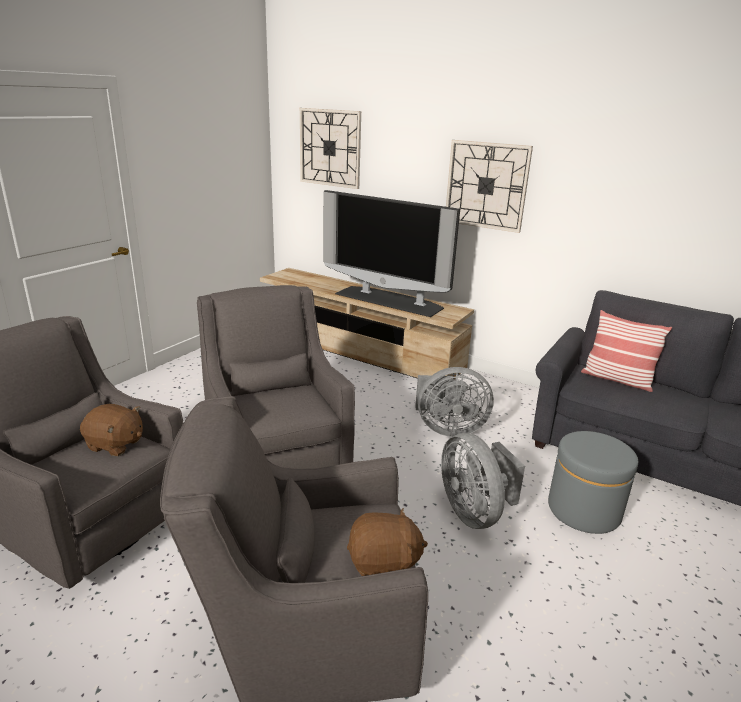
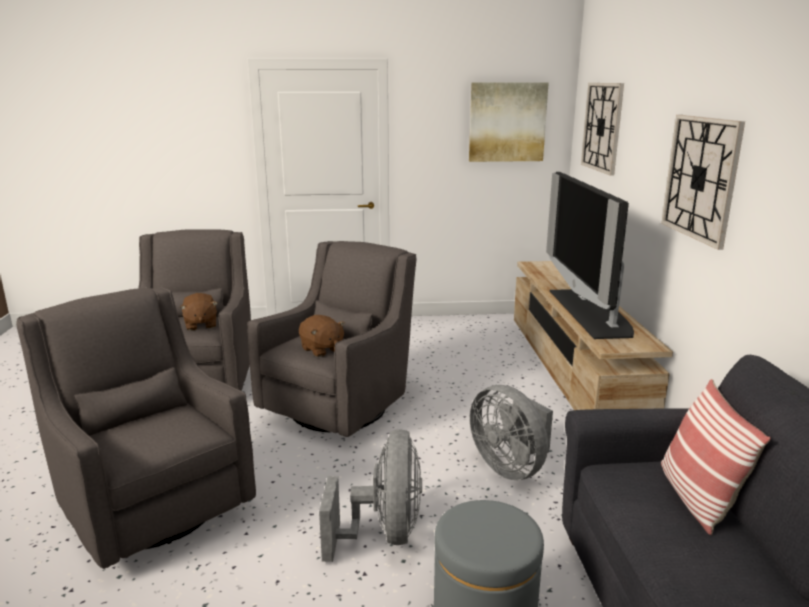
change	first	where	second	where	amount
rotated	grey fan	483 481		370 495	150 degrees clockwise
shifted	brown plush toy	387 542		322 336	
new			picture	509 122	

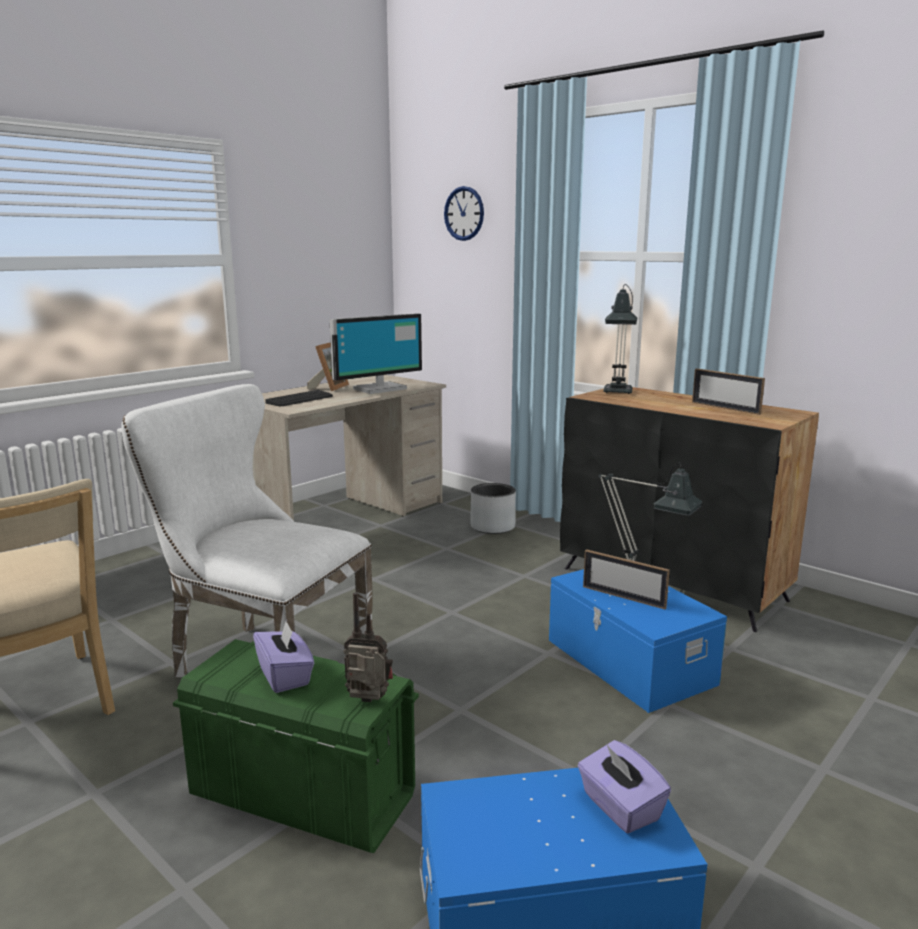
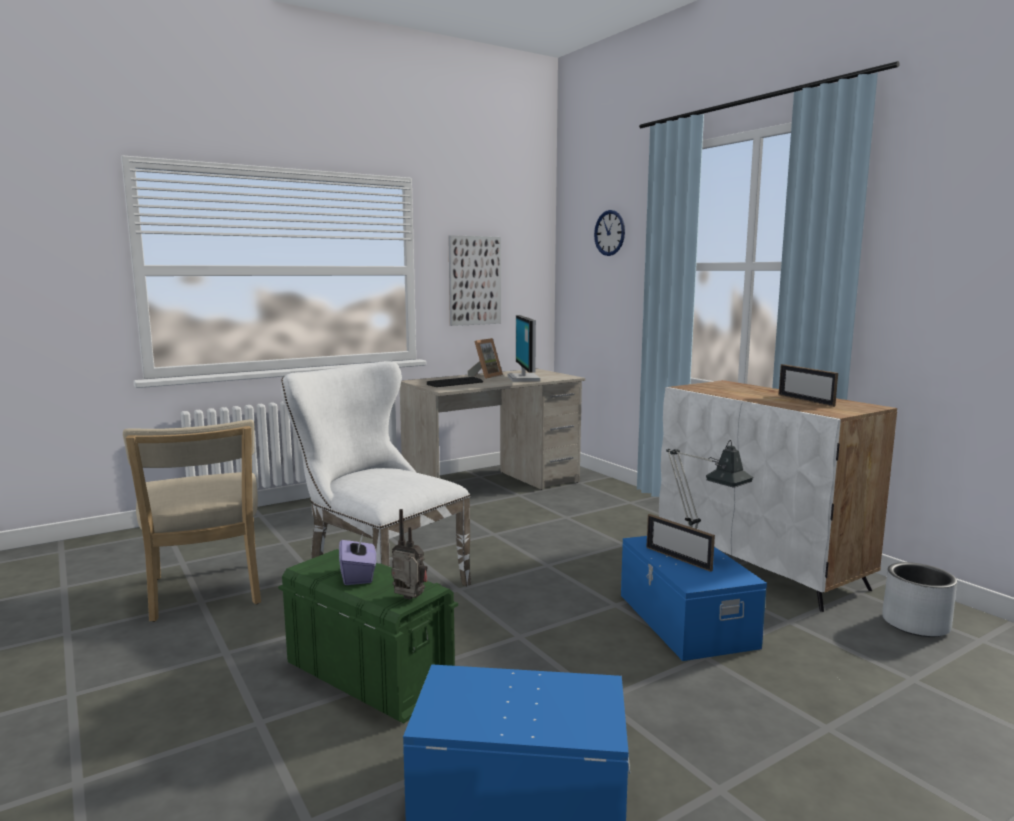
change	first	where	second	where	amount
gone	table lamp	620 339			
rotated	monitor	376 353		523 348	105 degrees clockwise
repainted	black cabinet	689 509	white cabinet	778 496	
shifted	grey planter	493 508		919 599	
gone	purple tissue box	624 786			
new			picture	474 280	

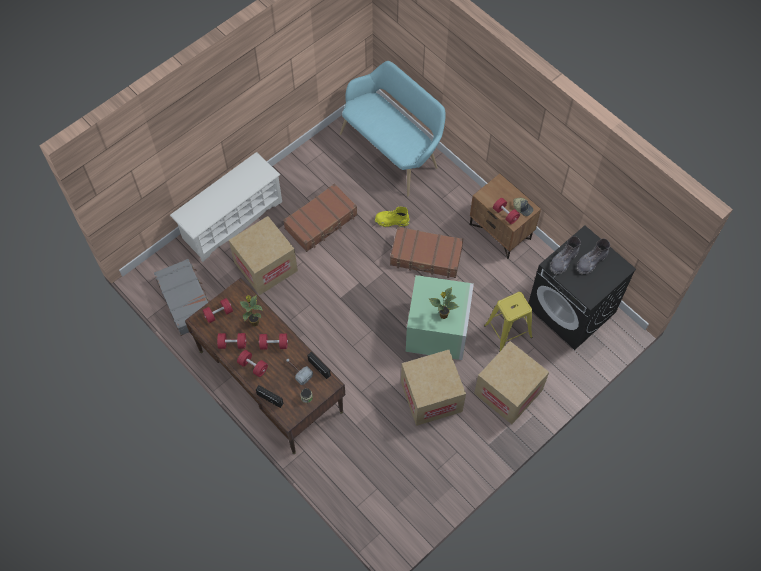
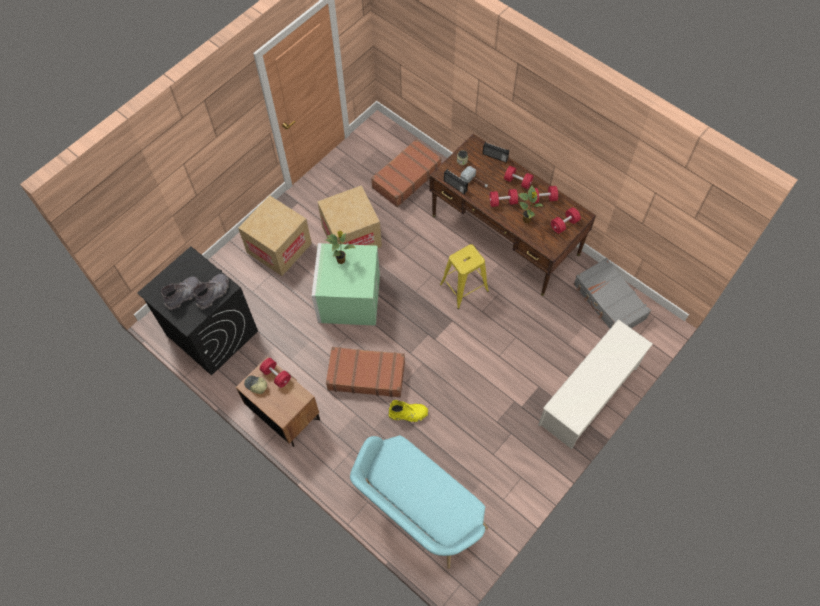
change	first	where	second	where	amount
shifted	brown suitcase	320 217		406 173	
gone	cardboard box	263 255			
shifted	yellow stool	508 322		464 276	

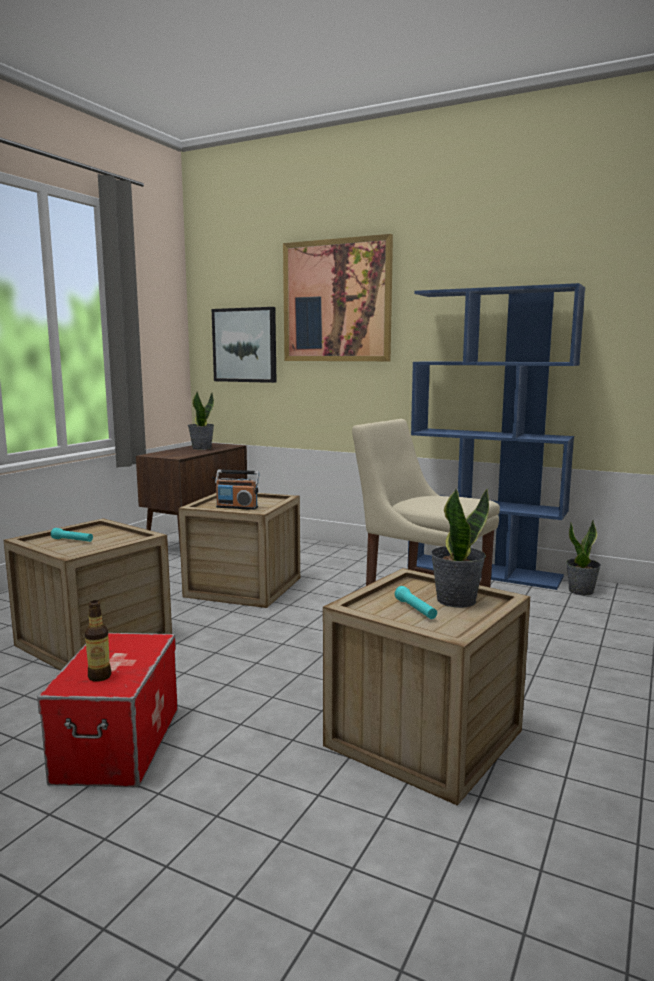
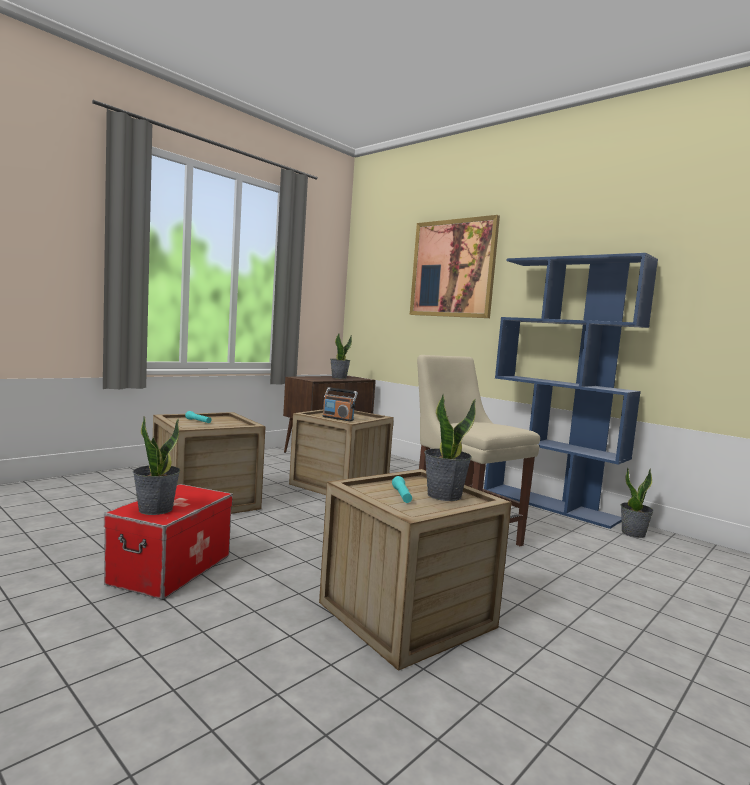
change	first	where	second	where	amount
gone	picture	244 345			
swapped	bottle	98 641	potted plant	156 465	

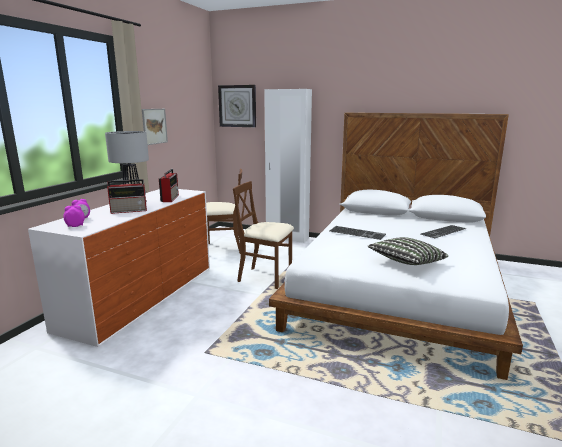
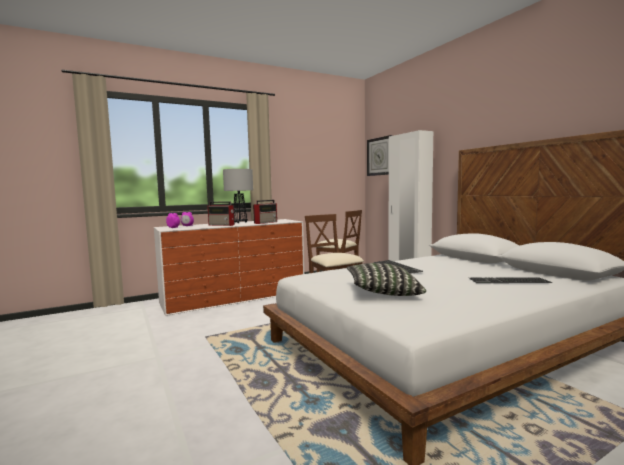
change	first	where	second	where	amount
gone	picture	155 127			

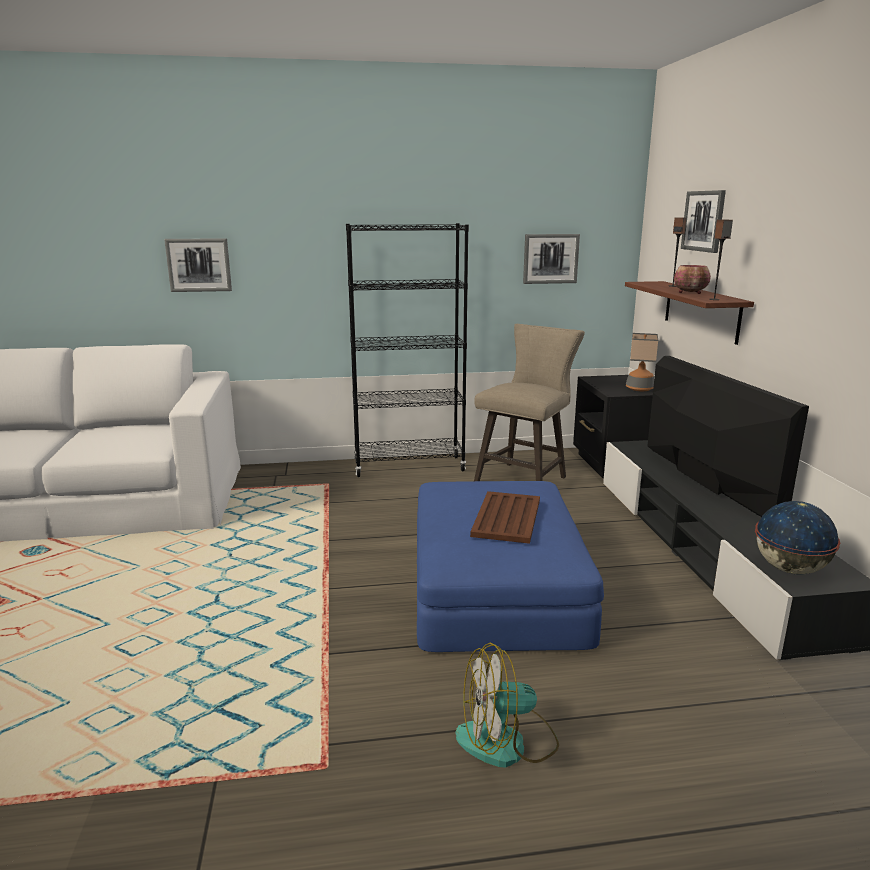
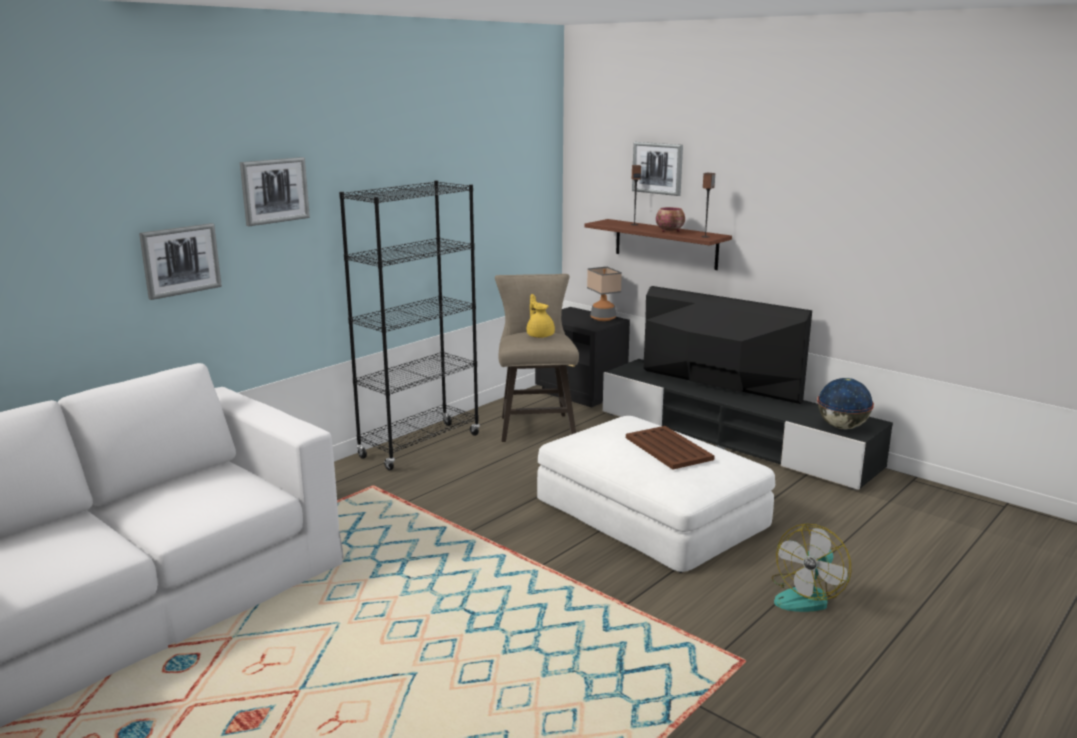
change	first	where	second	where	amount
shifted	picture	551 259		275 191	
repainted	blue ottoman	510 566	white ottoman	656 494	
new			yellow teapot	541 316	

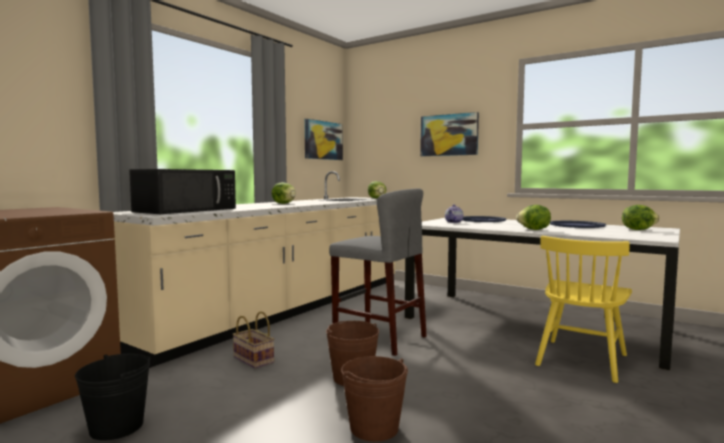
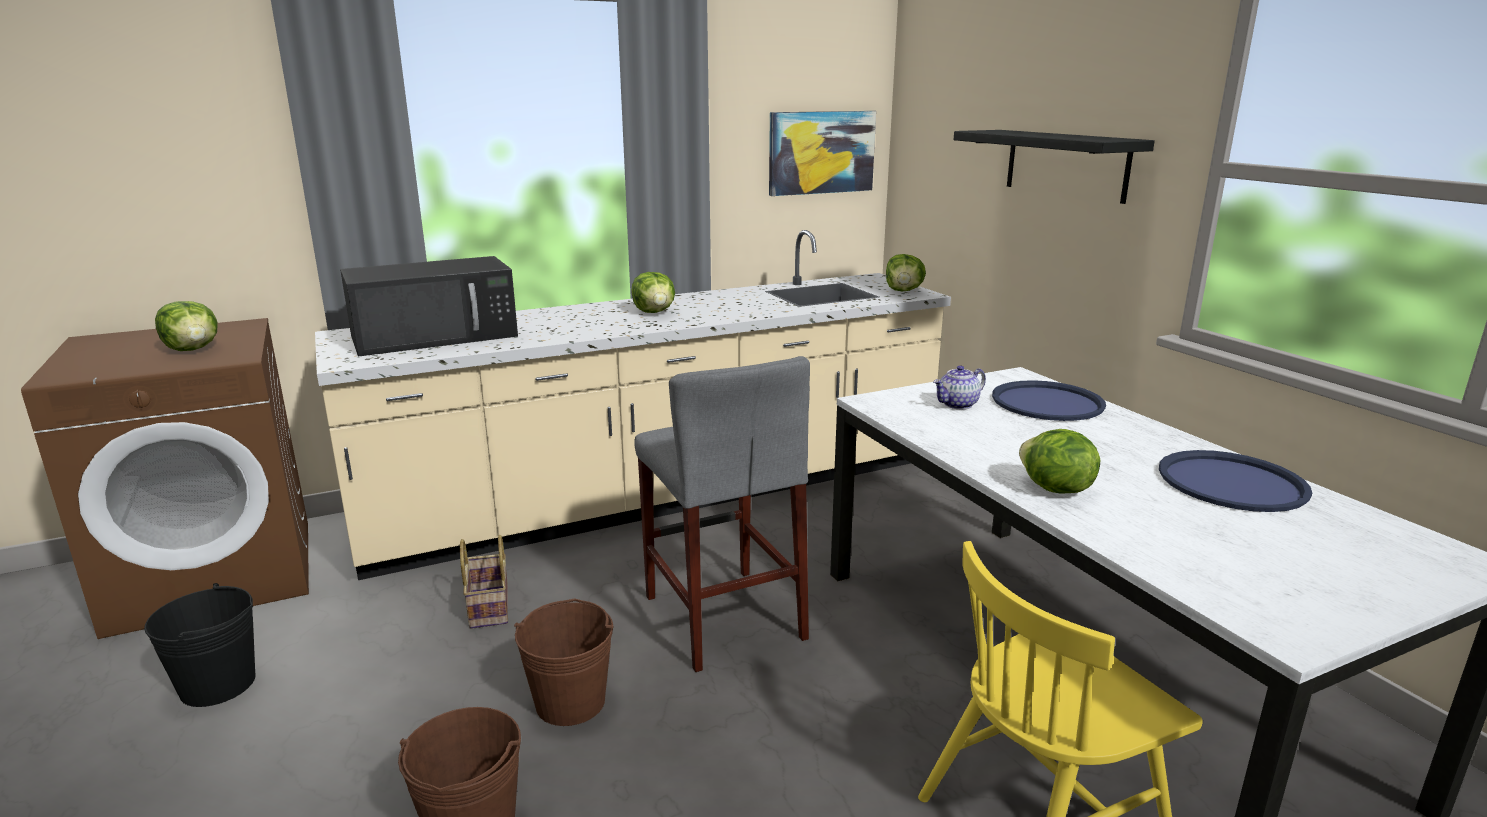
change	first	where	second	where	amount
swapped	picture	449 134	black shelf	1054 167	
shifted	lettuce	641 217		186 326	

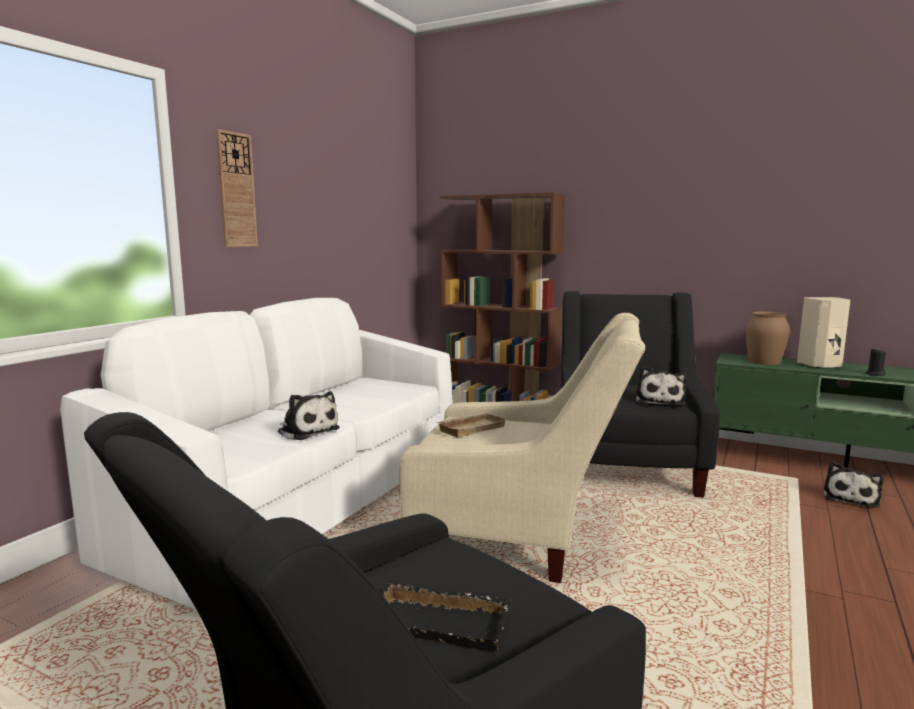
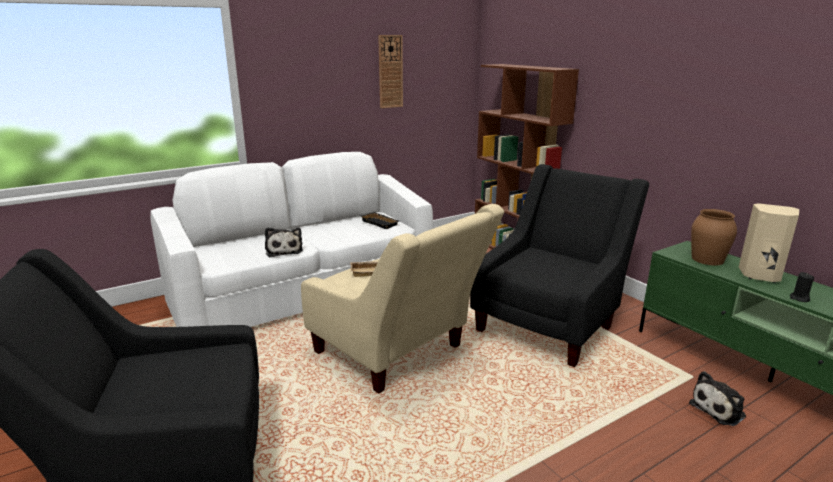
change	first	where	second	where	amount
shifted	wall clock	237 188		390 71	
gone	plush toy	661 385			
shifted	black tray	445 616		380 220	

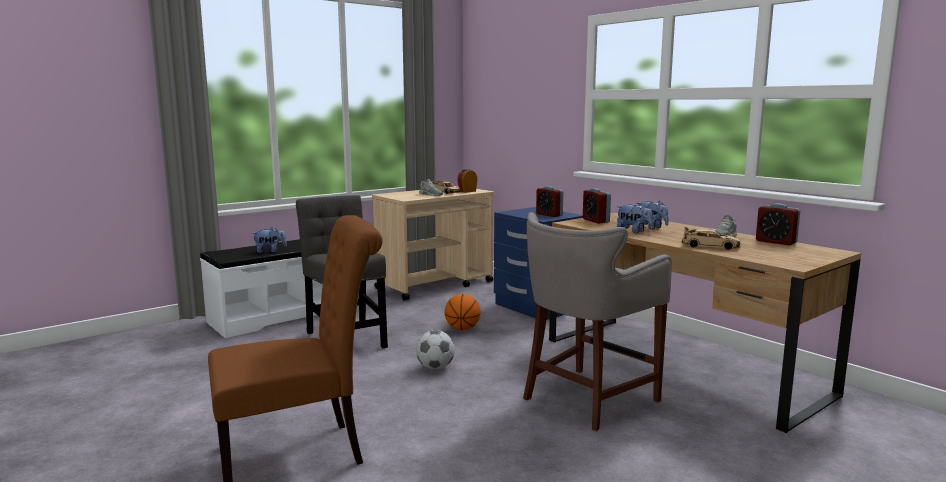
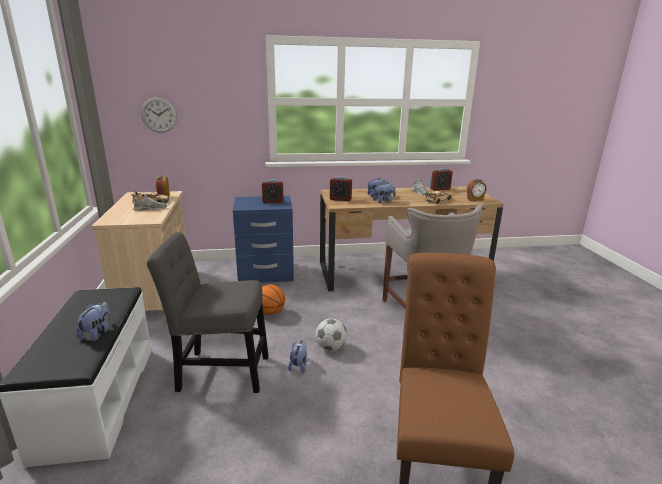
change	first	where	second	where	amount
new			wall clock	159 115	
new			alarm clock	477 190	
new			plush toy	297 356	

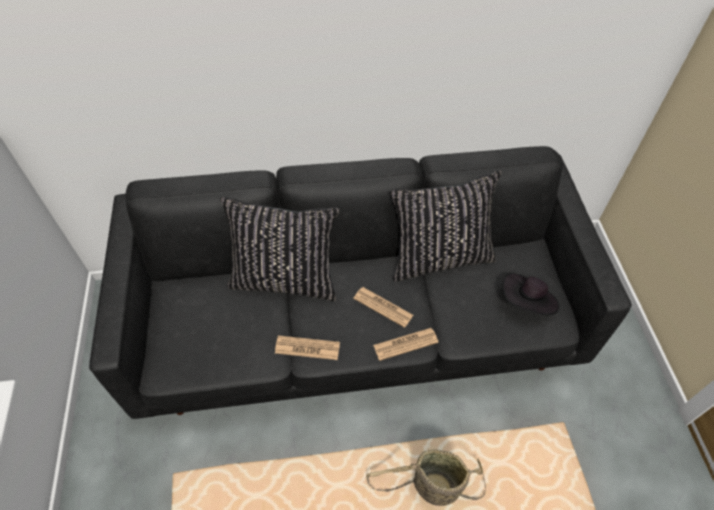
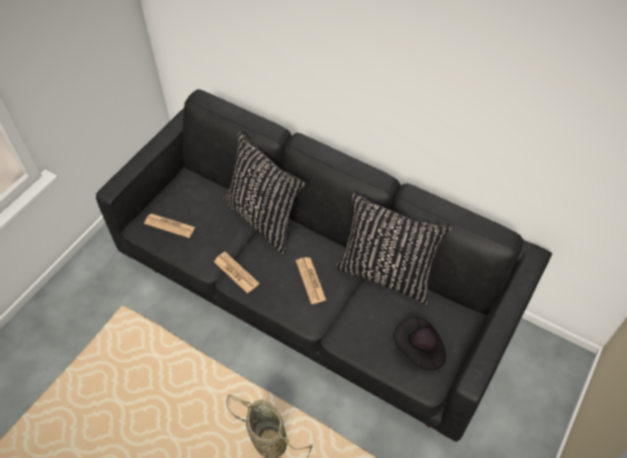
change	first	where	second	where	amount
shifted	newspaper	406 344		169 226	

